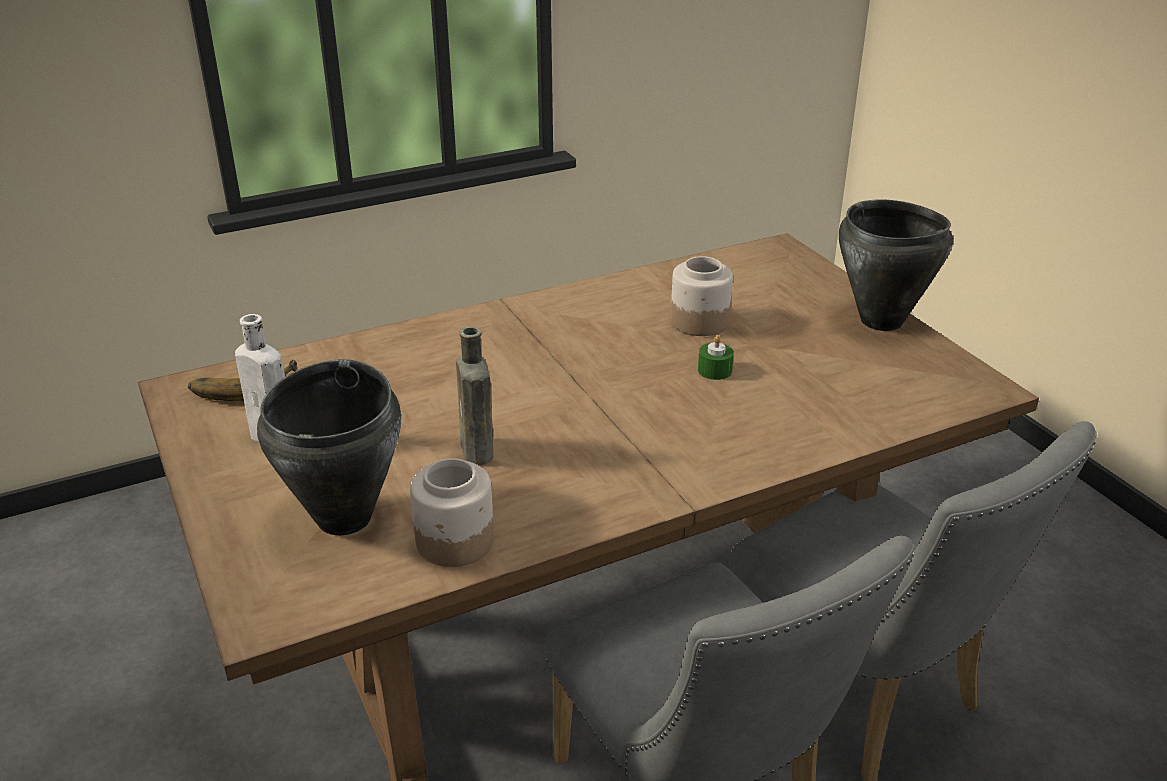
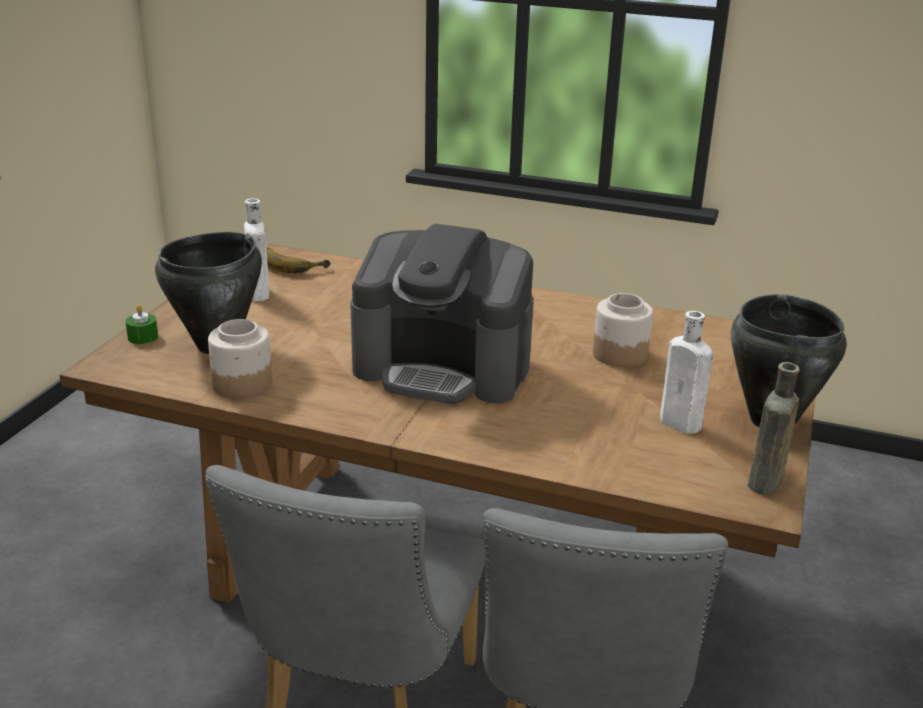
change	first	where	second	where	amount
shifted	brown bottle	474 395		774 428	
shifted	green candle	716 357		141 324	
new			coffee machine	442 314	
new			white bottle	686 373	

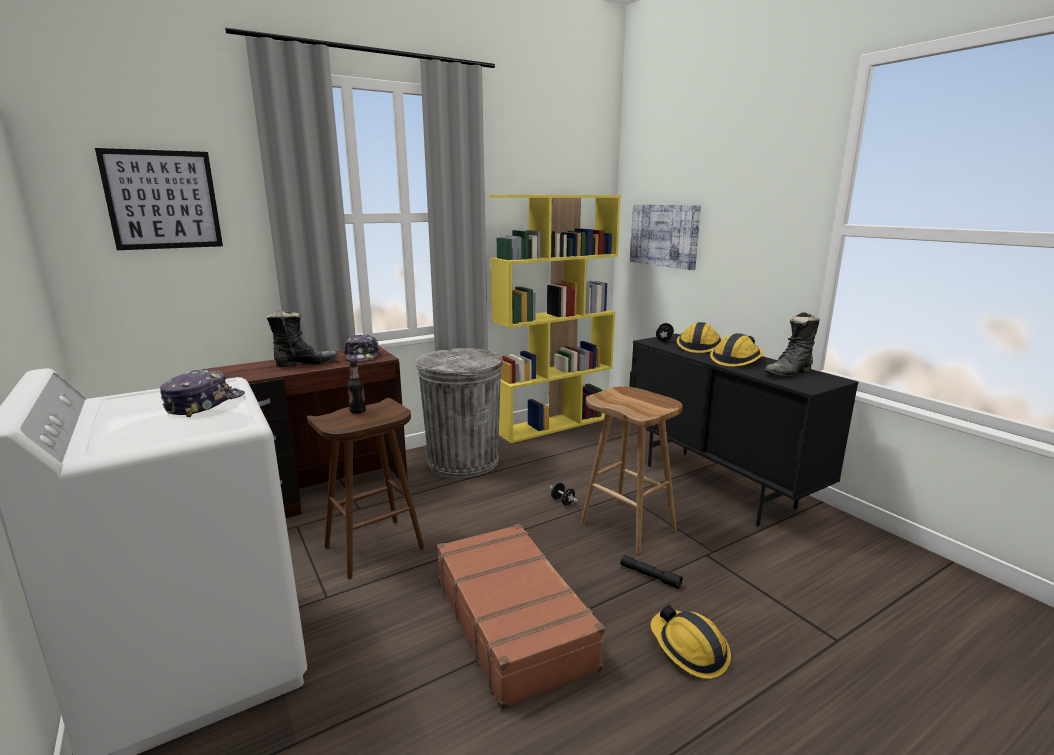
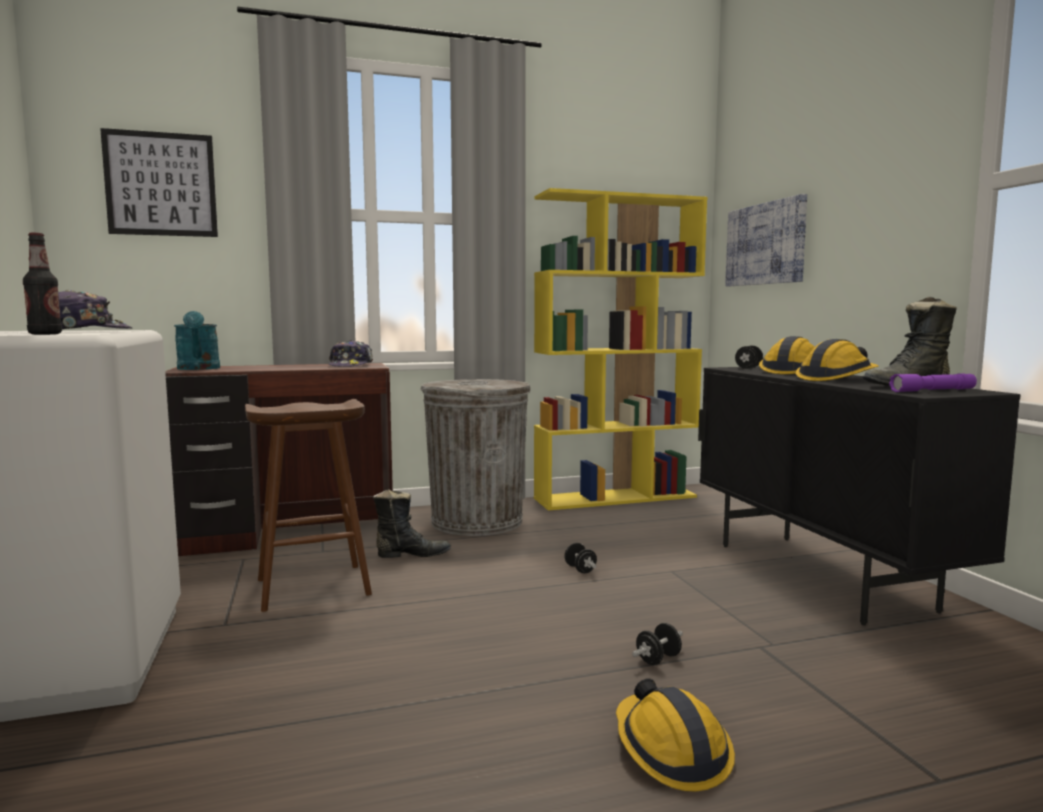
change	first	where	second	where	amount
shifted	black boot	302 338		412 523	
shifted	bottle	356 386		42 284	
gone	brown stool	632 470			
gone	brown suitcase	521 617			
swapped	black flashlight	652 572	black dumbbell	657 644	
new			turquoise watering can	197 340	
new			purple flashlight	933 382	

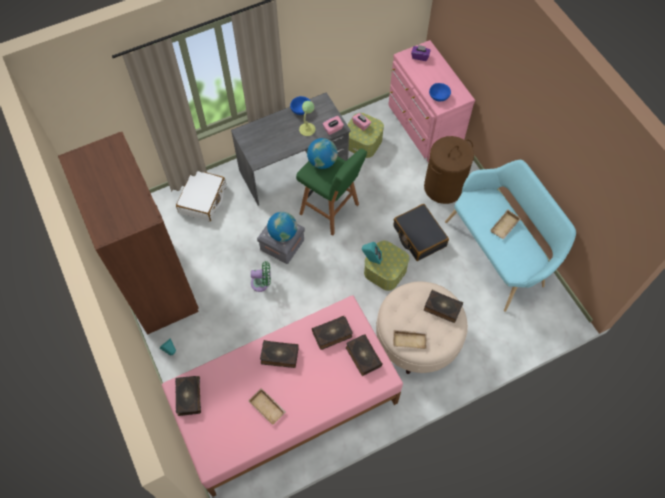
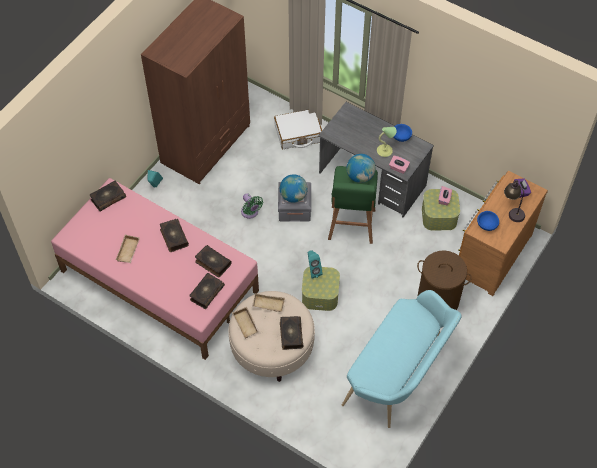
change	first	where	second	where	amount
repainted	pink dresser	431 101	brown dresser	503 233	
gone	black suitcase	421 232			
shifted	beige tray	505 225		268 302	
new			table lamp	514 201	

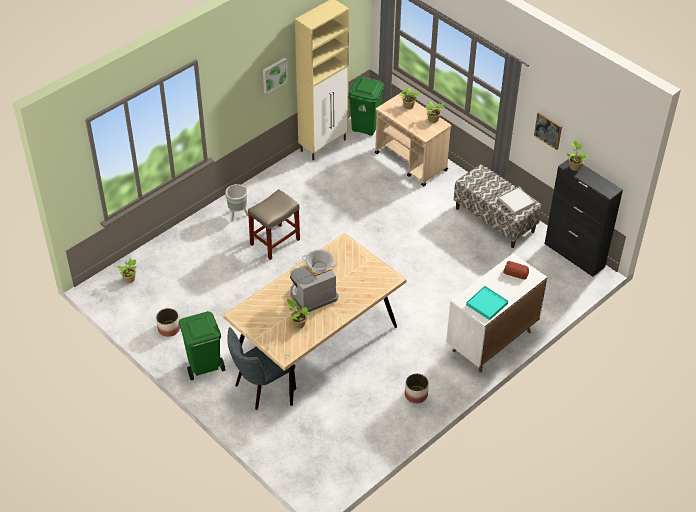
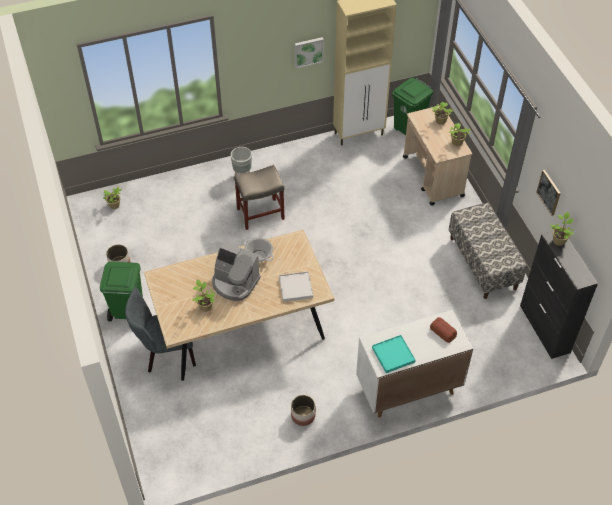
change	first	where	second	where	amount
shifted	white tray	517 201		296 286	
rotated	coffee machine	314 289		236 271	150 degrees counterclockwise

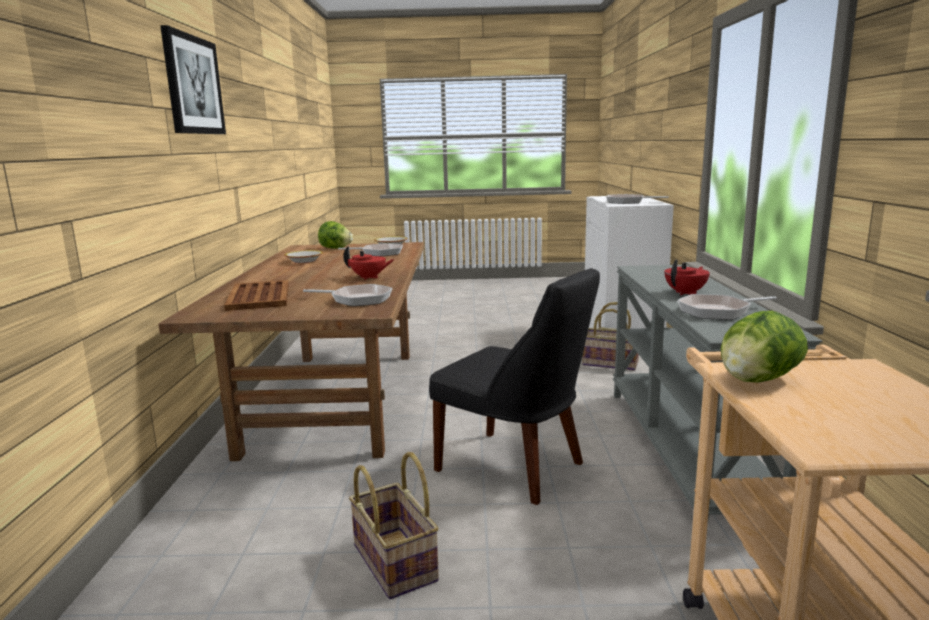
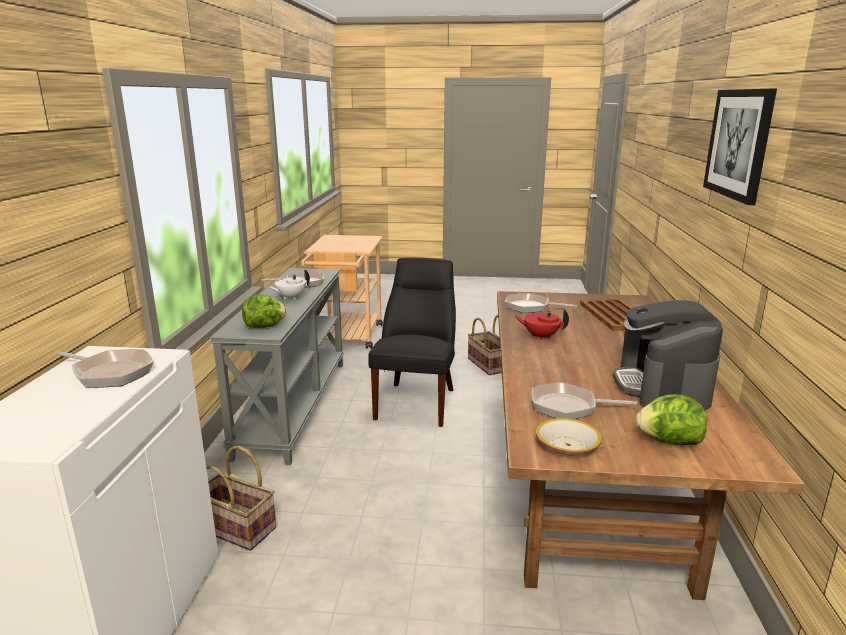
change	first	where	second	where	amount
swapped	bowl	303 256	coffee machine	668 355	
repainted	red teapot	687 277	white teapot	289 284	
rotated	black chair	514 386		412 342	60 degrees clockwise
shifted	lettuce	764 346		264 311	

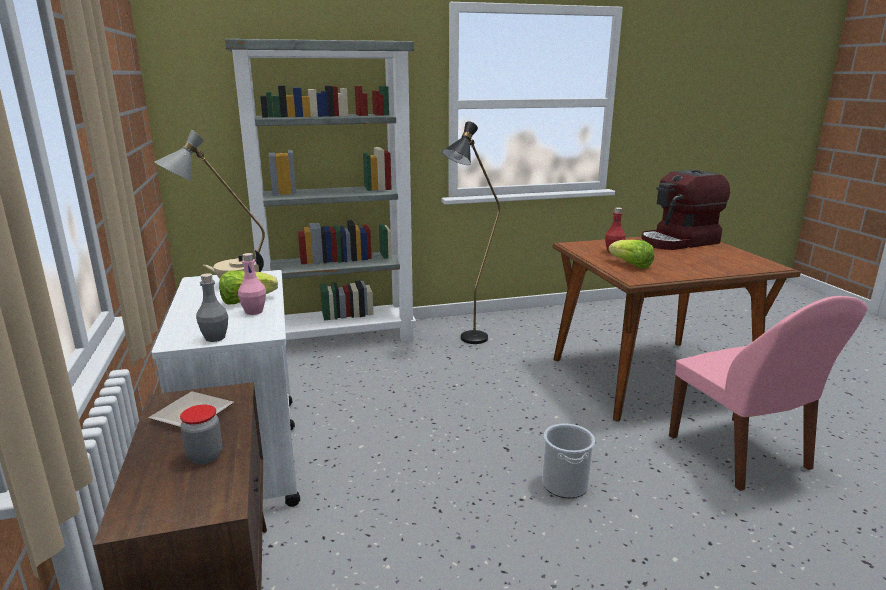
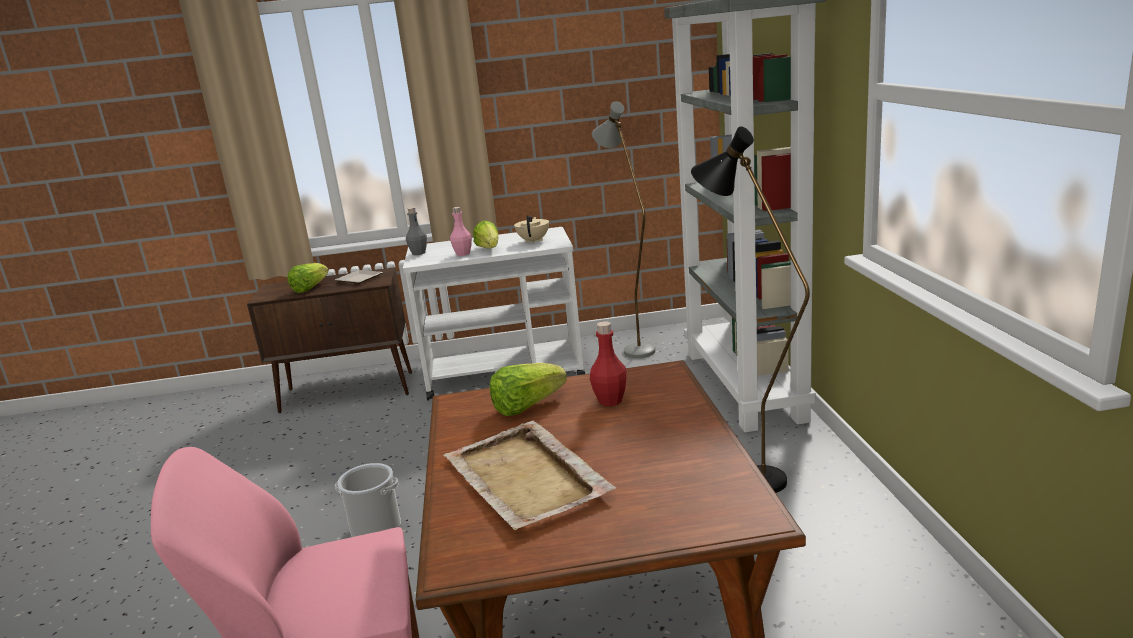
change	first	where	second	where	amount
gone	coffee machine	685 210			
swapped	jar	201 434	lettuce	308 278	
new			beige tray	529 475	

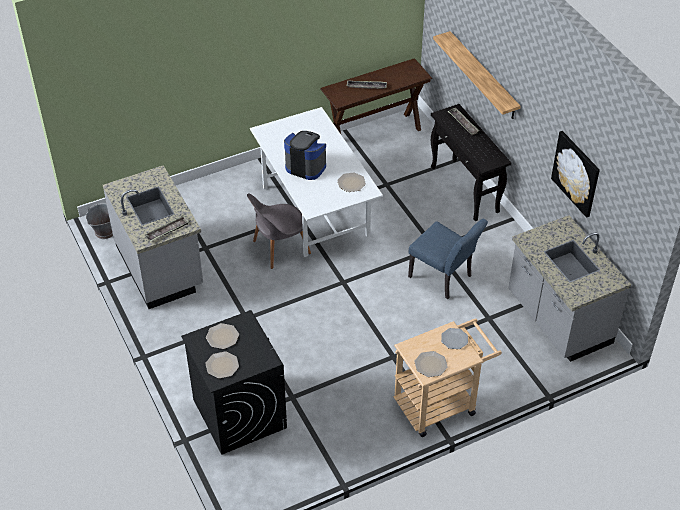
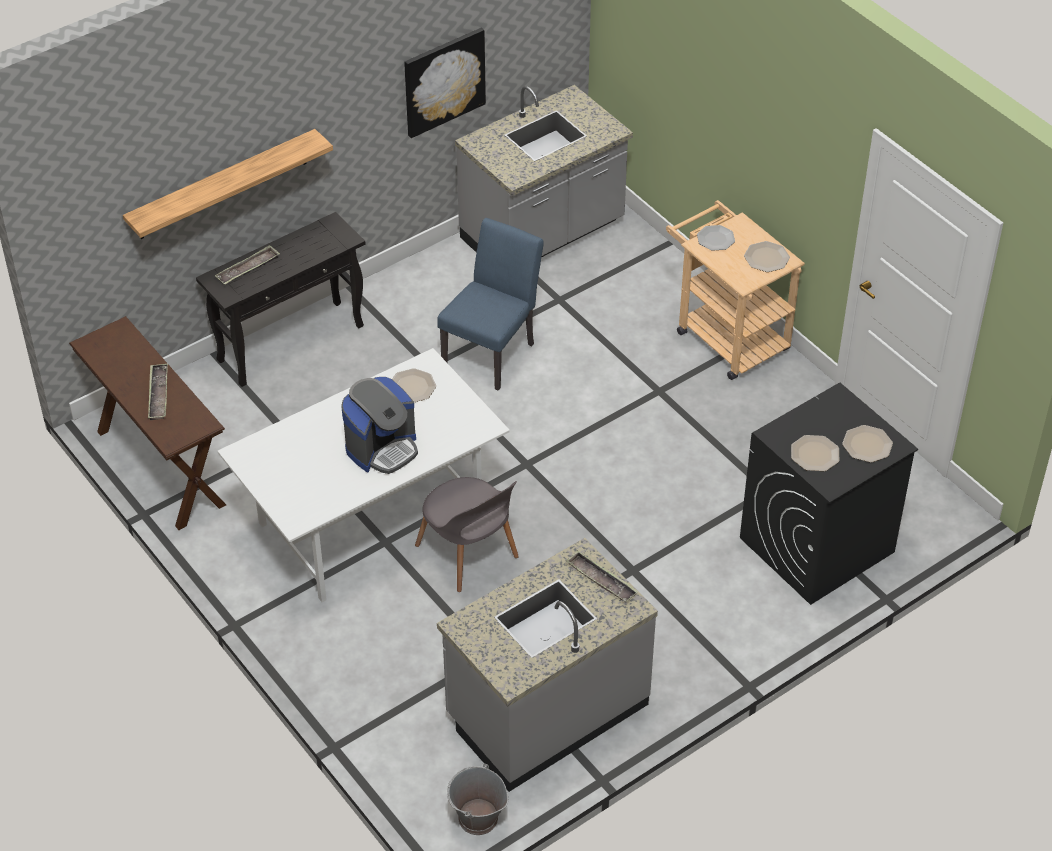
change	first	where	second	where	amount
rotated	coffee machine	305 155		379 425	150 degrees counterclockwise

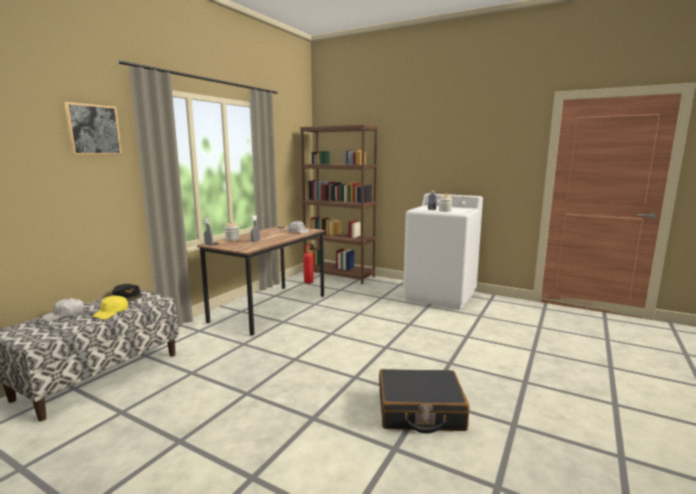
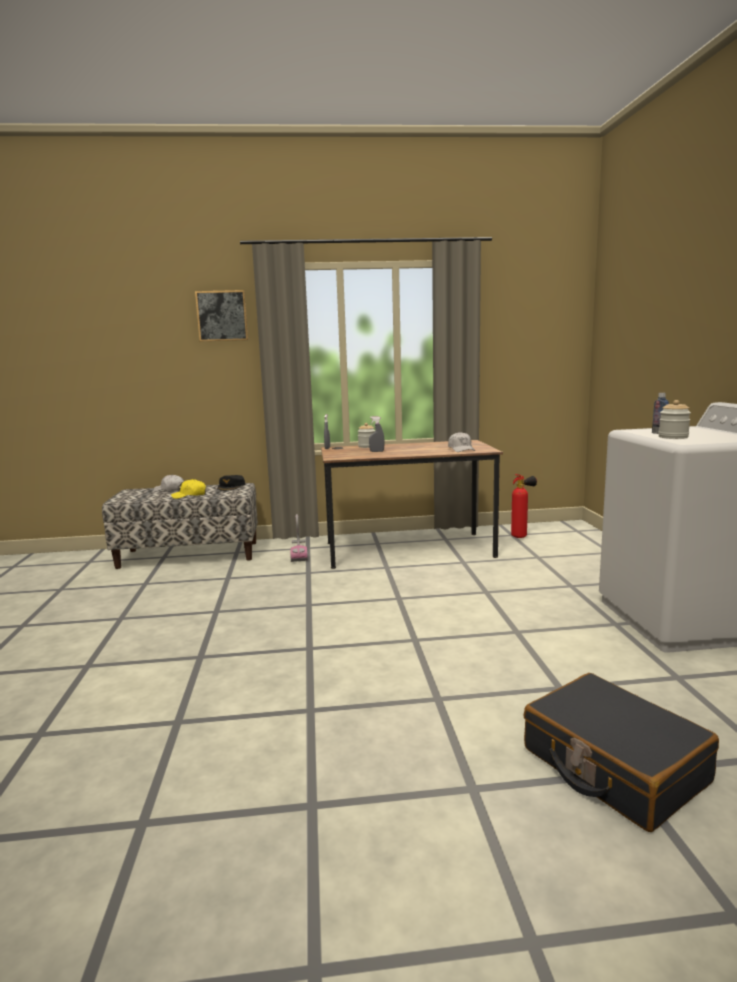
change	first	where	second	where	amount
gone	brown bookcase	339 204			
shifted	black suitcase	424 401		621 752	
new			vacuum cleaner	299 538	

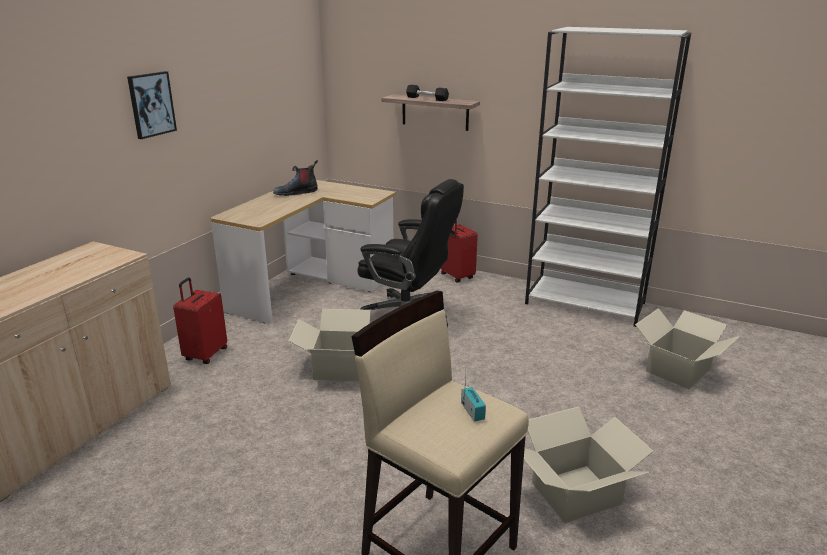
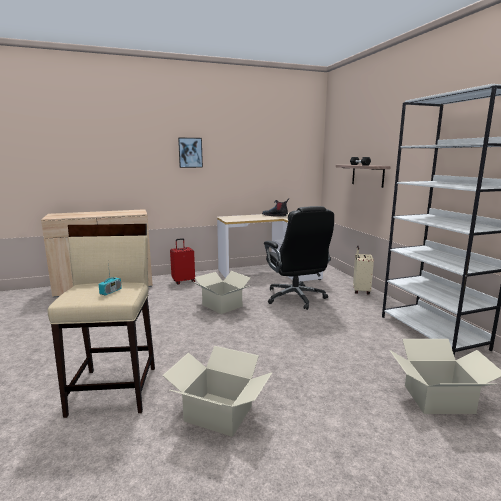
change	first	where	second	where	amount
repainted	red suitcase	459 251	beige suitcase	363 269	

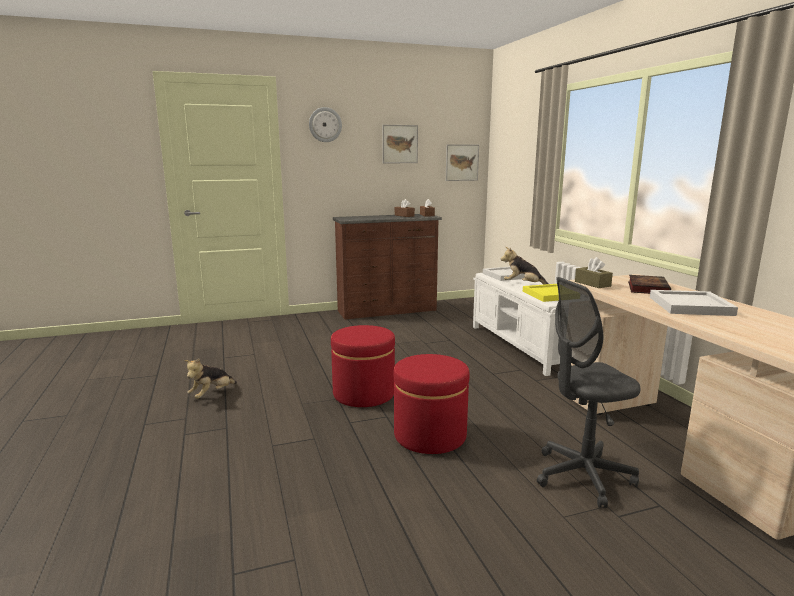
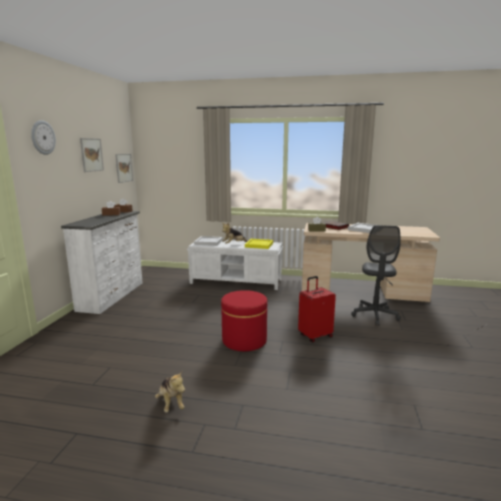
change	first	where	second	where	amount
repainted	brown dresser	387 267	white dresser	102 262	
swapped	red ottoman	432 404	red suitcase	317 309	

